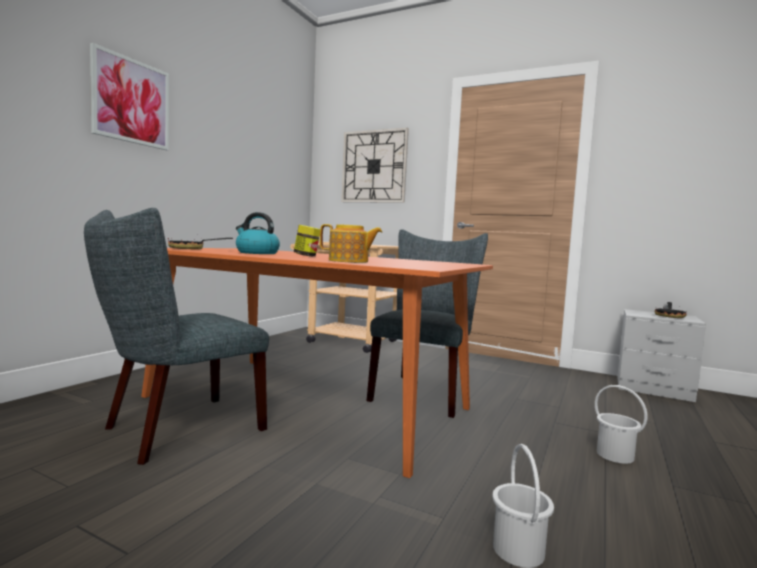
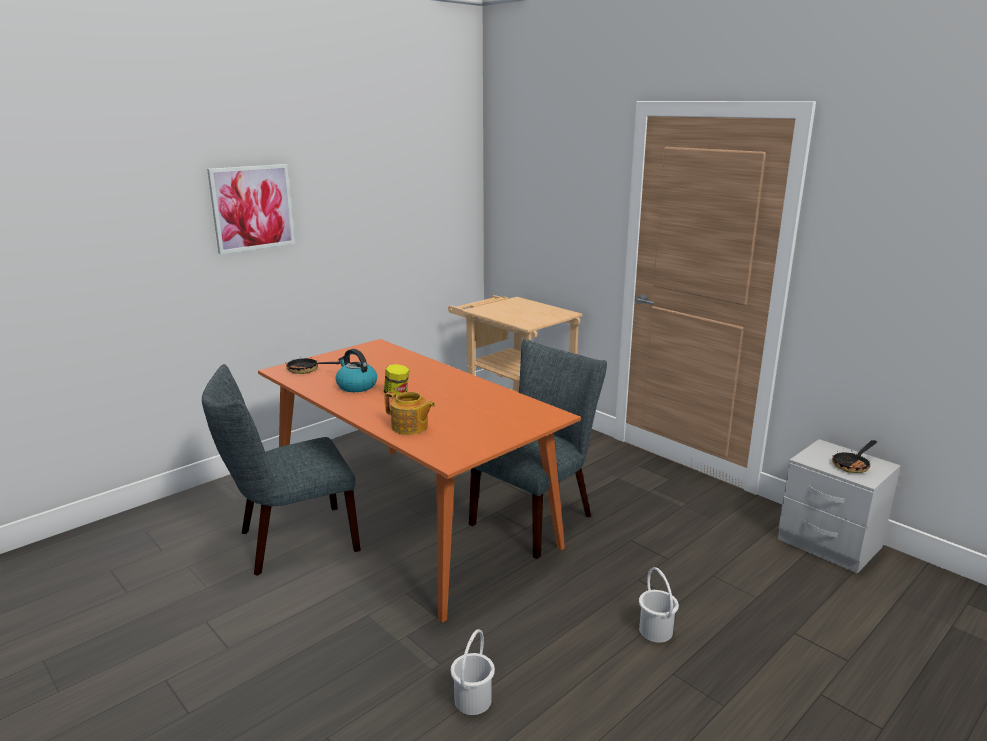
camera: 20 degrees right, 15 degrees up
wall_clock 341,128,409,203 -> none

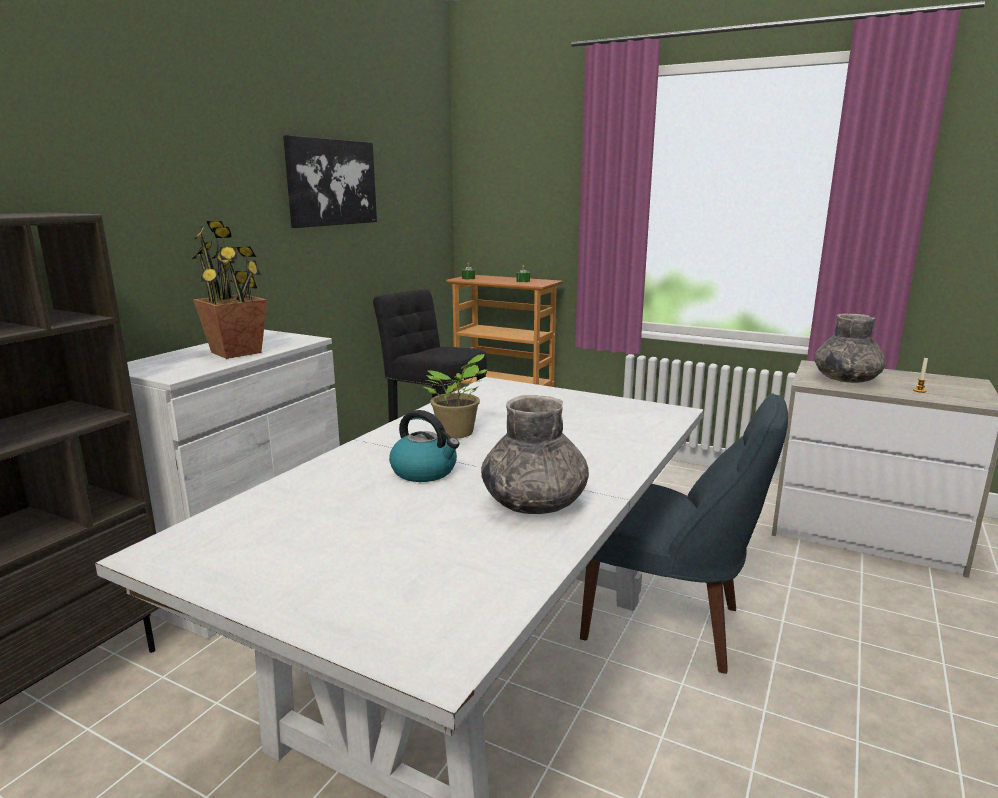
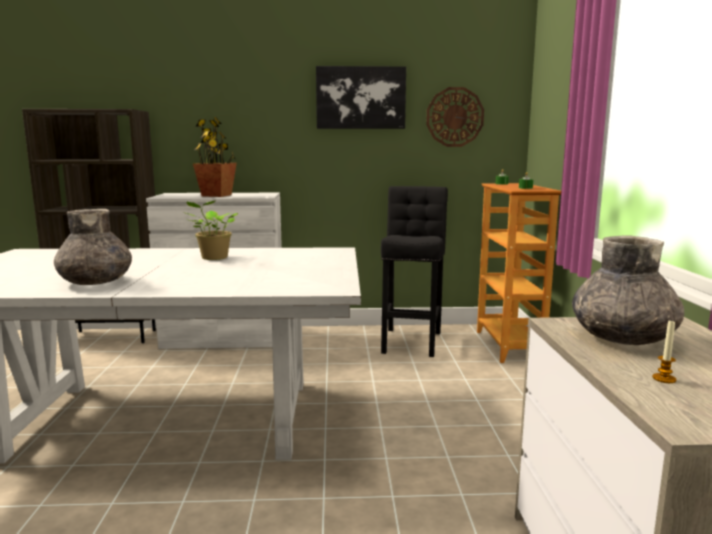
camera: 60 degrees right, 5 degrees down
kettle 389,410,459,482 -> none
blue_chair 580,393,788,674 -> none
none -> wall_clock 426,87,484,147

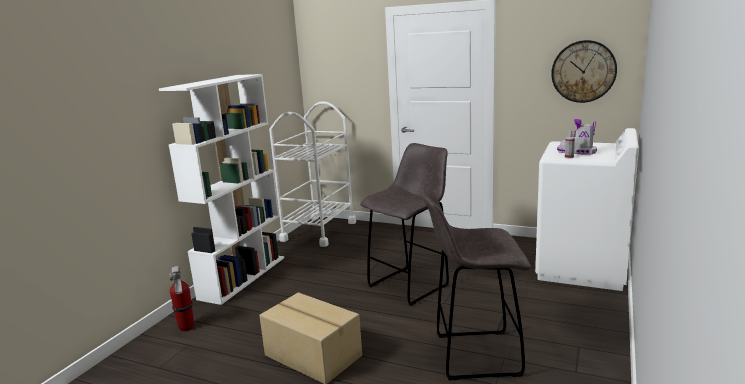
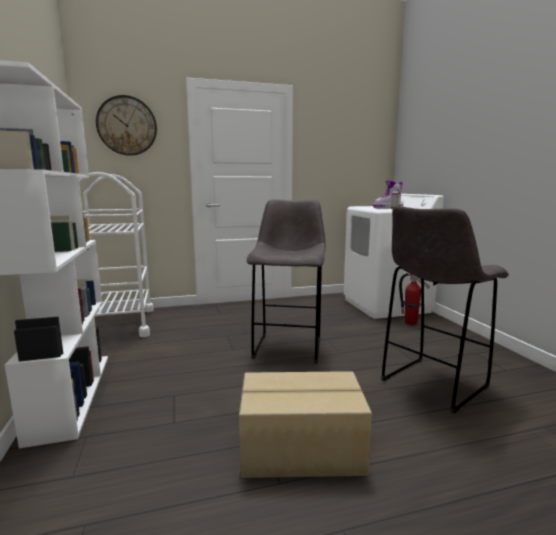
camera: 40 degrees left, 5 degrees down
fire_extinguisher 169,266,194,331 -> fire_extinguisher 399,273,430,325, shifted
wall_clock 551,40,617,103 -> wall_clock 96,95,157,156, shifted

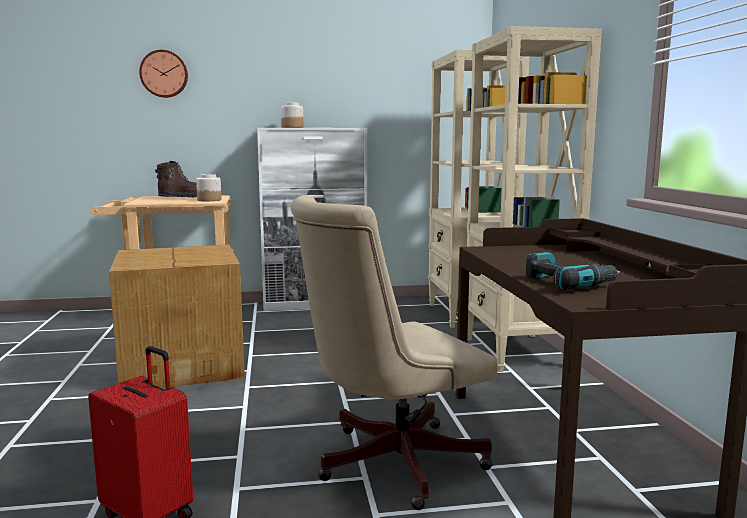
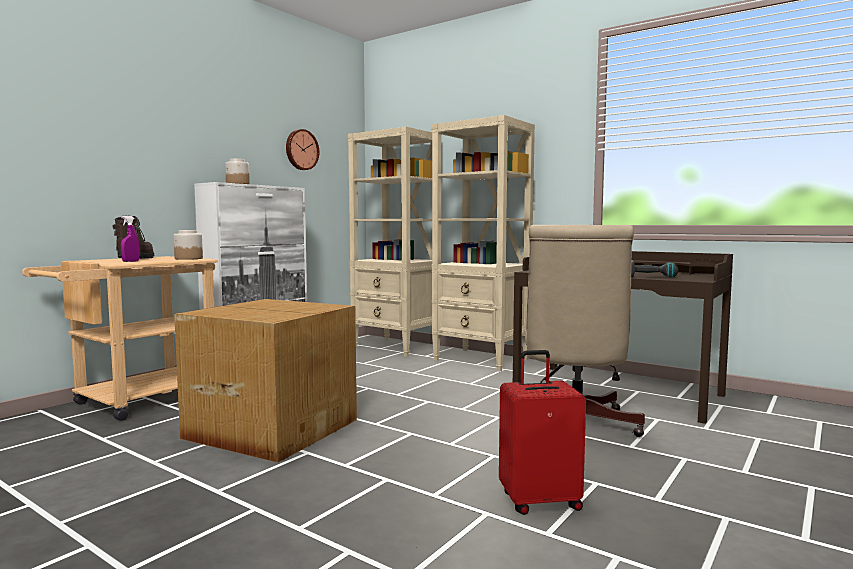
camera: 45 degrees left, 5 degrees down
wall_clock 139,50,188,98 -> wall_clock 286,129,319,170, shifted
none -> purple_spray_bottle 121,216,139,262

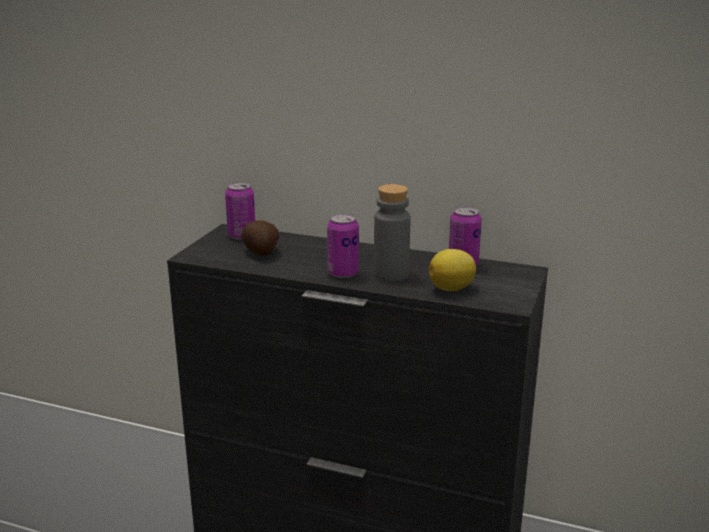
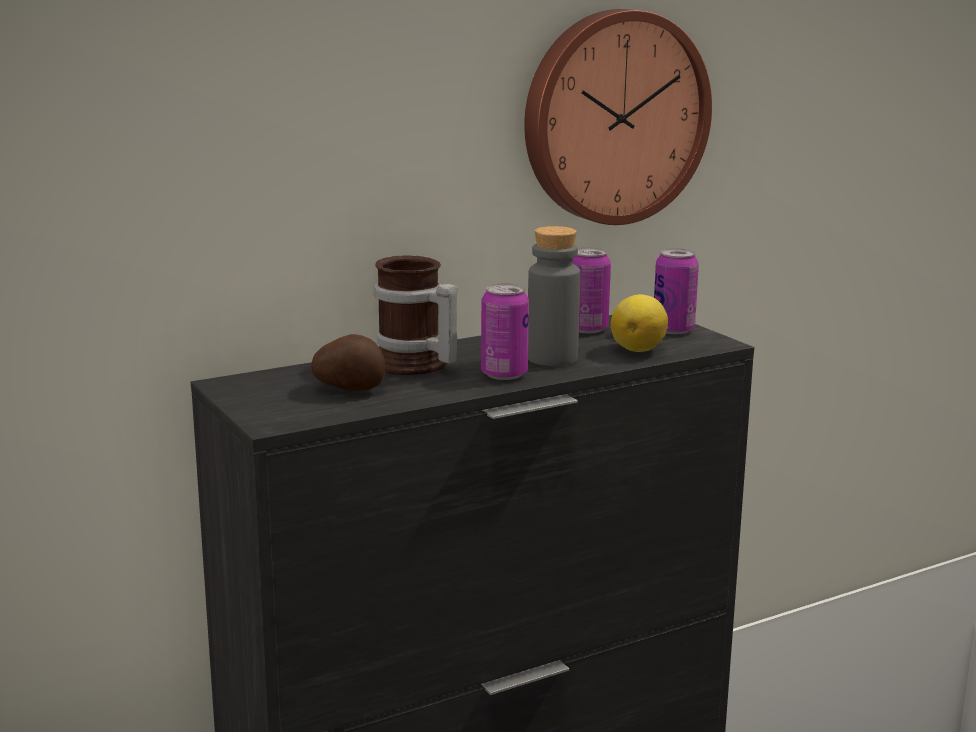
camera: 50 degrees left, 5 degrees down
can 225,182,255,240 -> can 654,248,699,334, shifted
none -> mug 373,256,458,375
none -> wall_clock 524,9,712,225

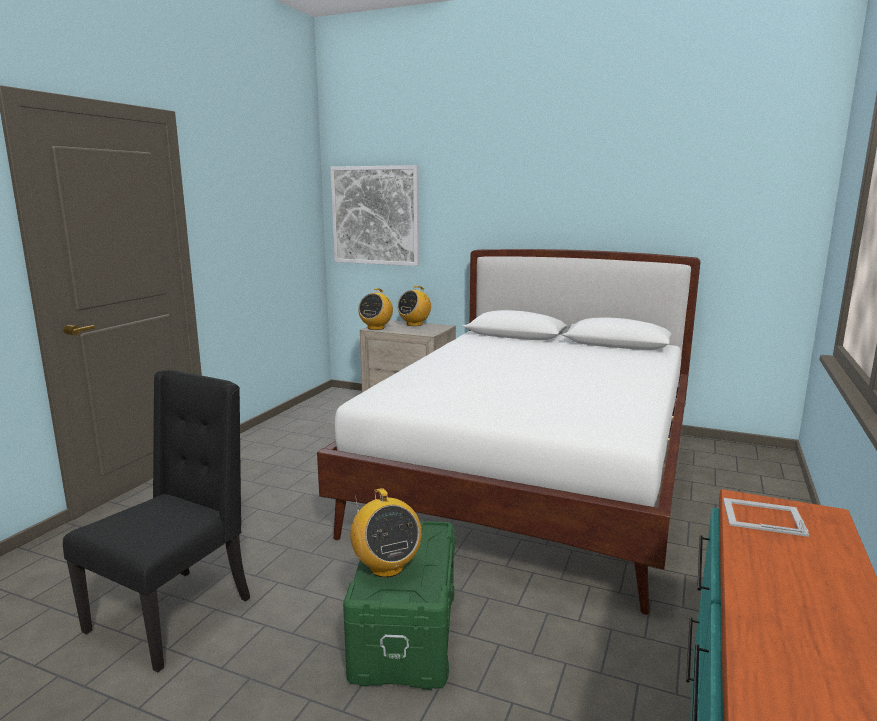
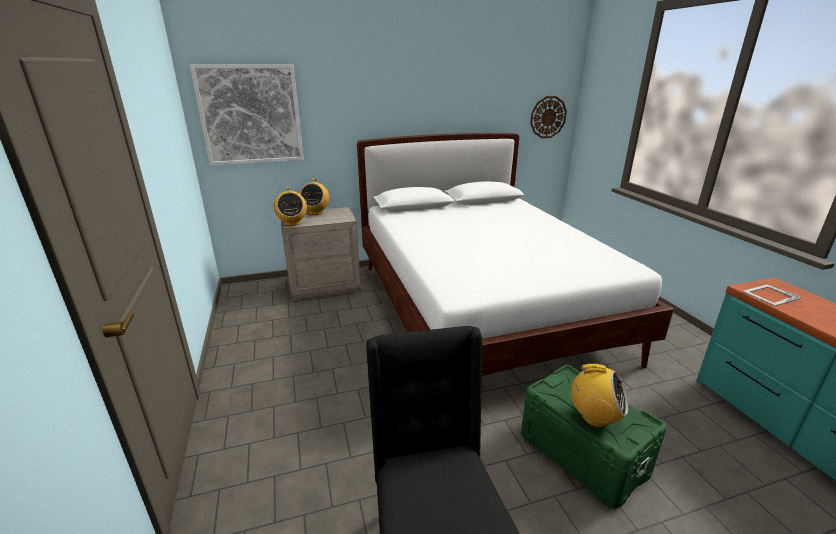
camera: 40 degrees left, 10 degrees up
none -> wall_clock 530,96,567,138

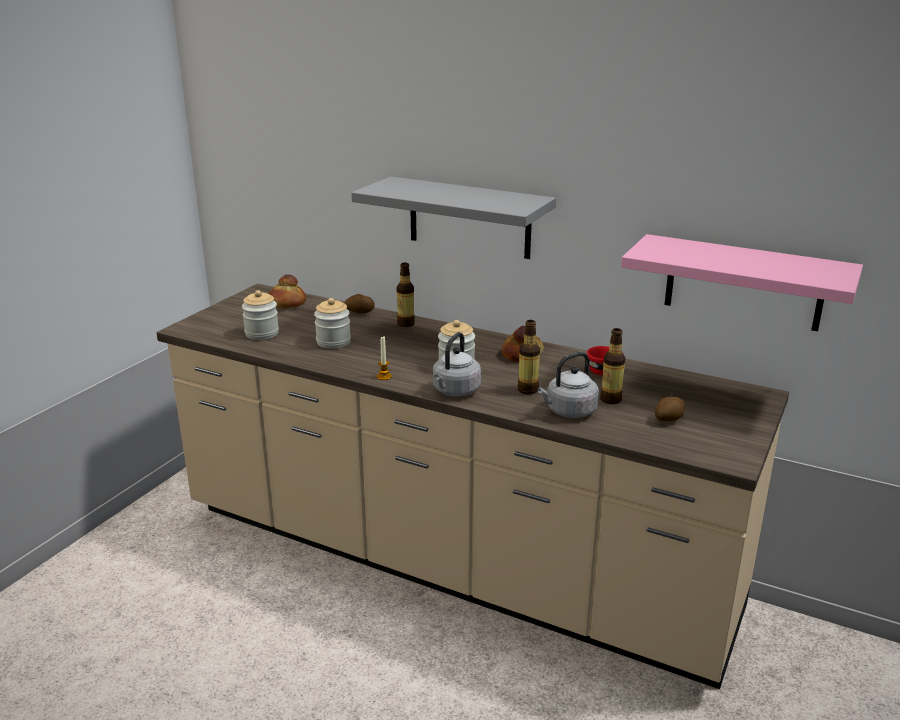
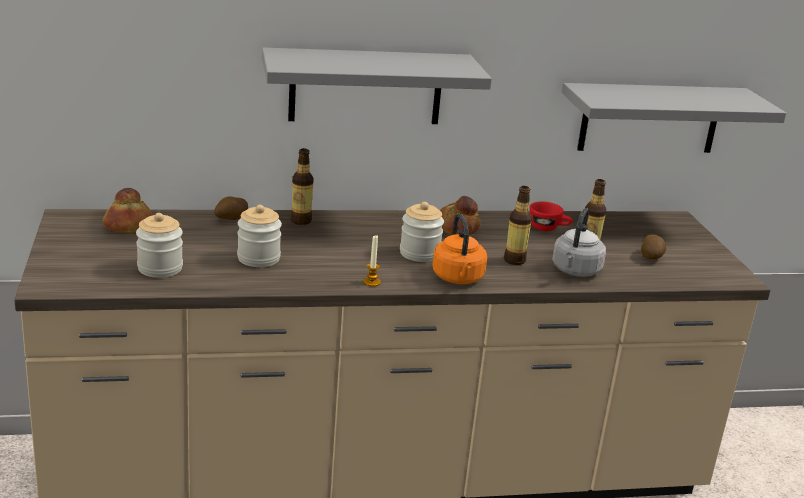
camera: 40 degrees left, 0 degrees up
grey_kettle 433,332,481,396 -> orange_kettle 432,213,487,284
pink_shelf 621,234,863,331 -> grey_shelf 562,83,786,153

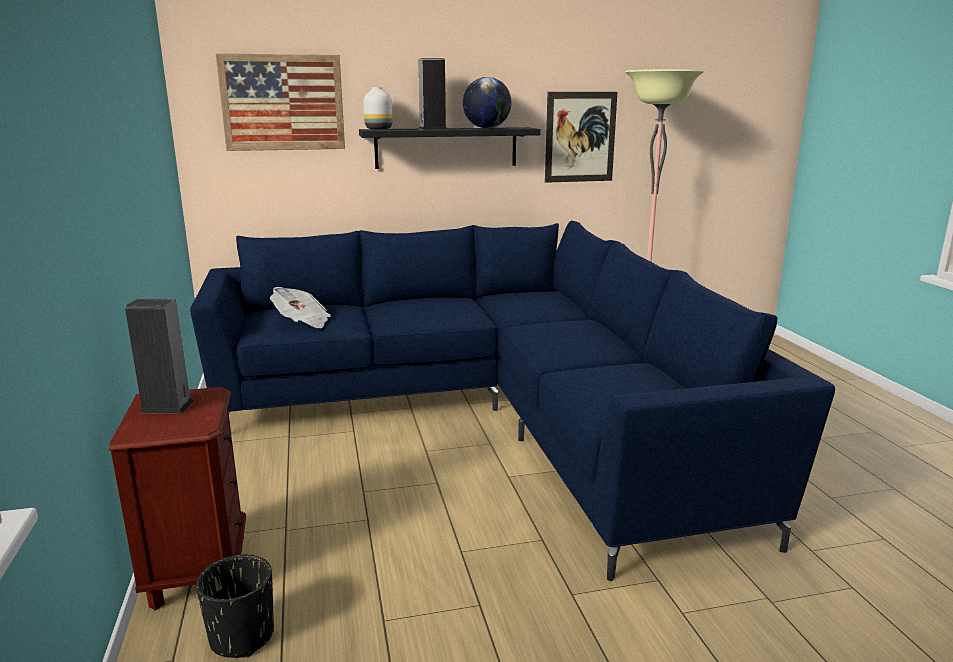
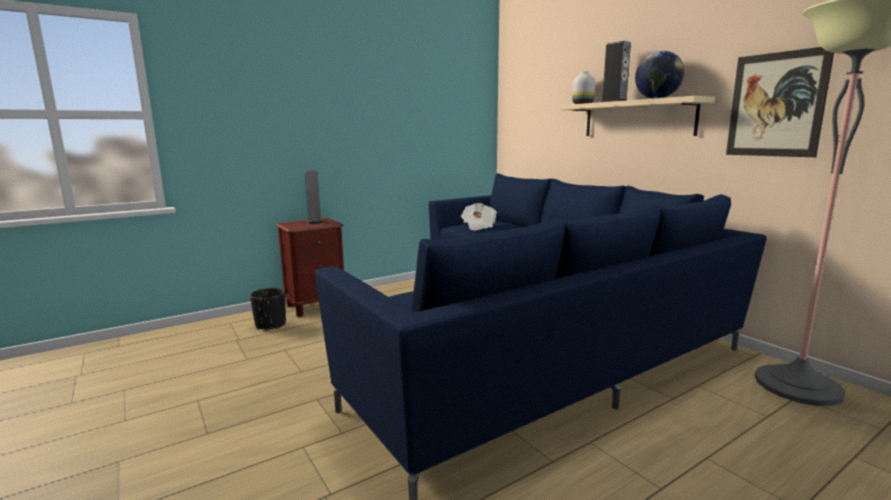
camera: 70 degrees right, 5 degrees down
picture 215,53,345,151 -> none
black_shelf 359,127,541,169 -> beige_shelf 560,96,715,136

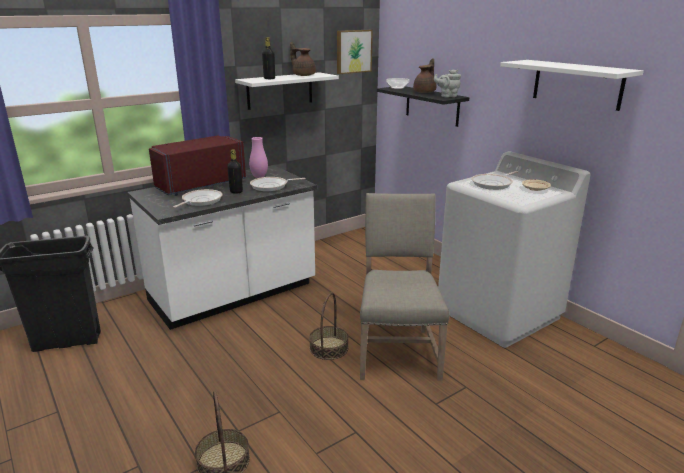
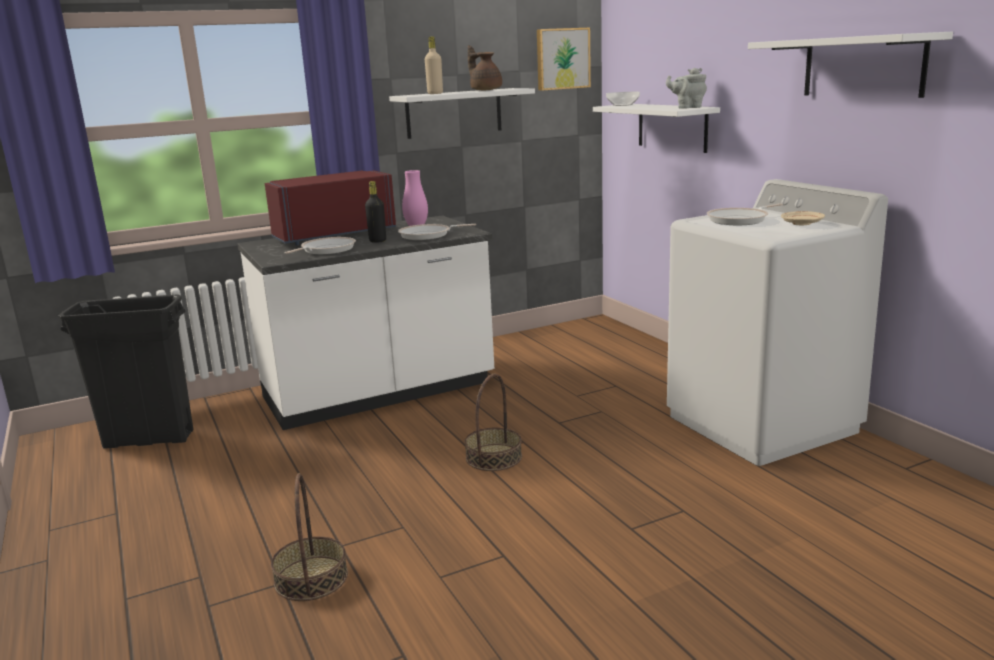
camera: 10 degrees right, 5 degrees down
black_bottle 262,37,275,79 -> beige_bottle 425,36,443,94
beige_chair 360,193,450,381 -> none
black_shelf 377,87,469,127 -> white_shelf 593,104,720,153
brown_teapot 413,58,436,93 -> none

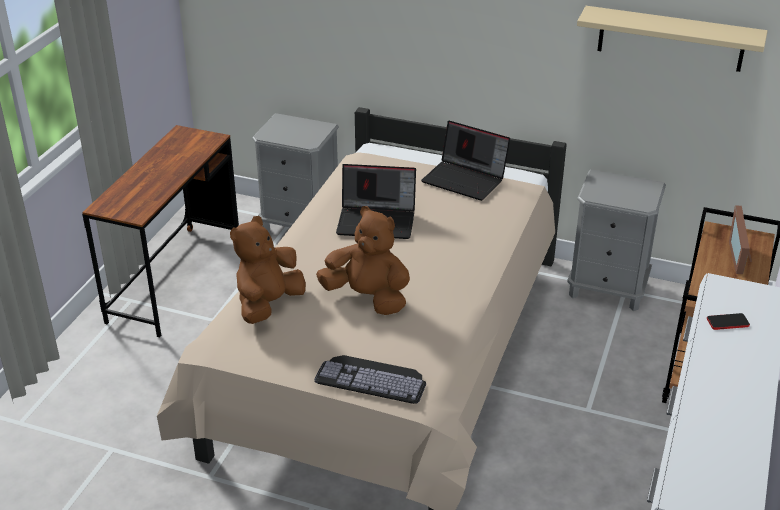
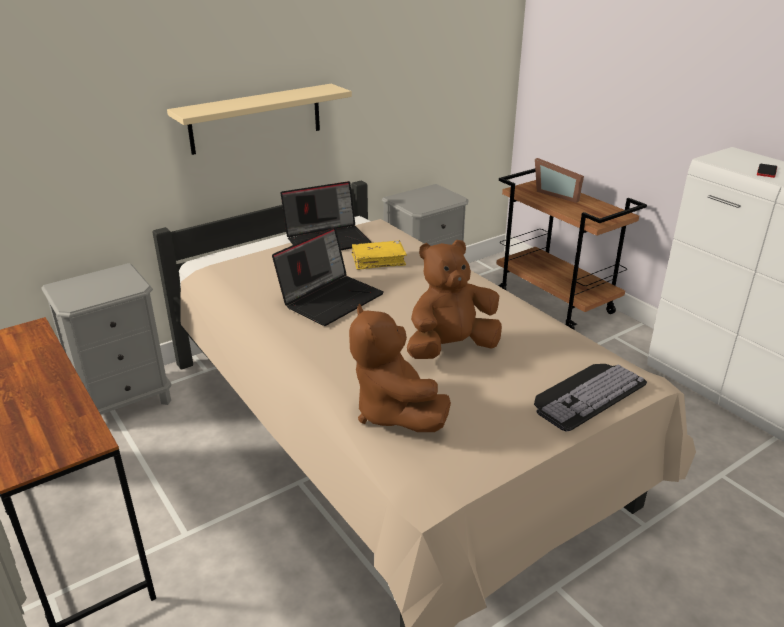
camera: 55 degrees left, 5 degrees down
beige_shelf 577,6,768,72 -> beige_shelf 167,84,352,155, shifted
none -> yellow_book 352,240,407,270

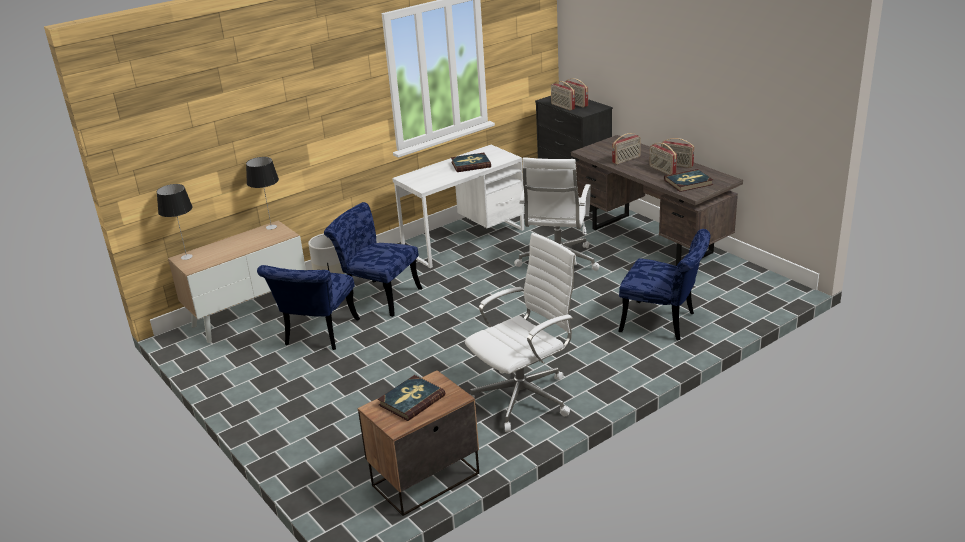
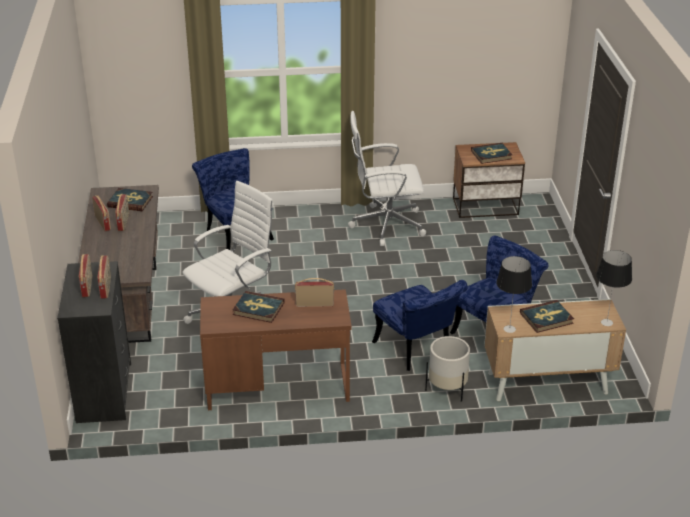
camera: 150 degrees left, 5 degrees up
white_desk 392,145,524,268 -> brown_desk 200,289,352,410
radio 612,133,641,164 -> radio 295,278,334,307, shifted
none -> book 520,300,574,333

